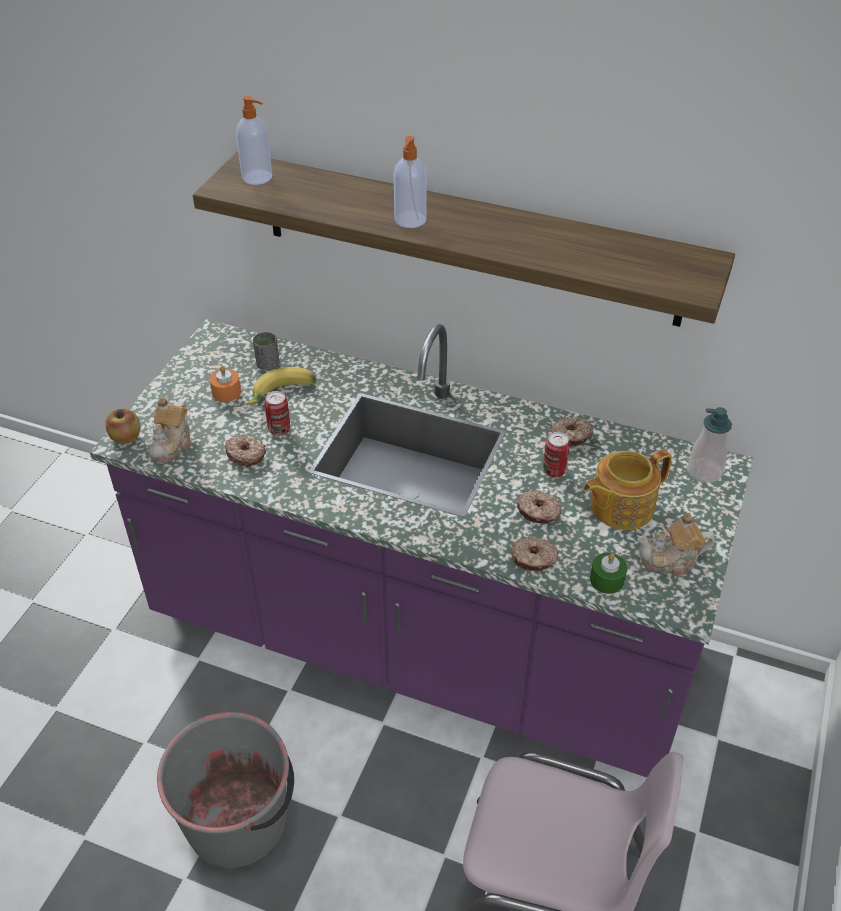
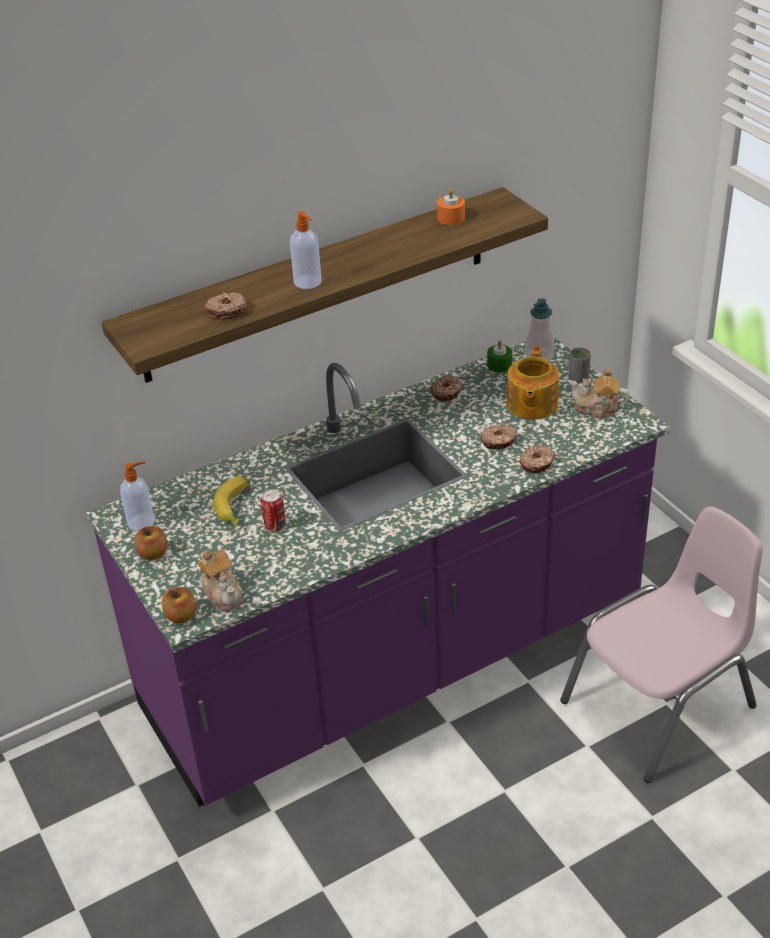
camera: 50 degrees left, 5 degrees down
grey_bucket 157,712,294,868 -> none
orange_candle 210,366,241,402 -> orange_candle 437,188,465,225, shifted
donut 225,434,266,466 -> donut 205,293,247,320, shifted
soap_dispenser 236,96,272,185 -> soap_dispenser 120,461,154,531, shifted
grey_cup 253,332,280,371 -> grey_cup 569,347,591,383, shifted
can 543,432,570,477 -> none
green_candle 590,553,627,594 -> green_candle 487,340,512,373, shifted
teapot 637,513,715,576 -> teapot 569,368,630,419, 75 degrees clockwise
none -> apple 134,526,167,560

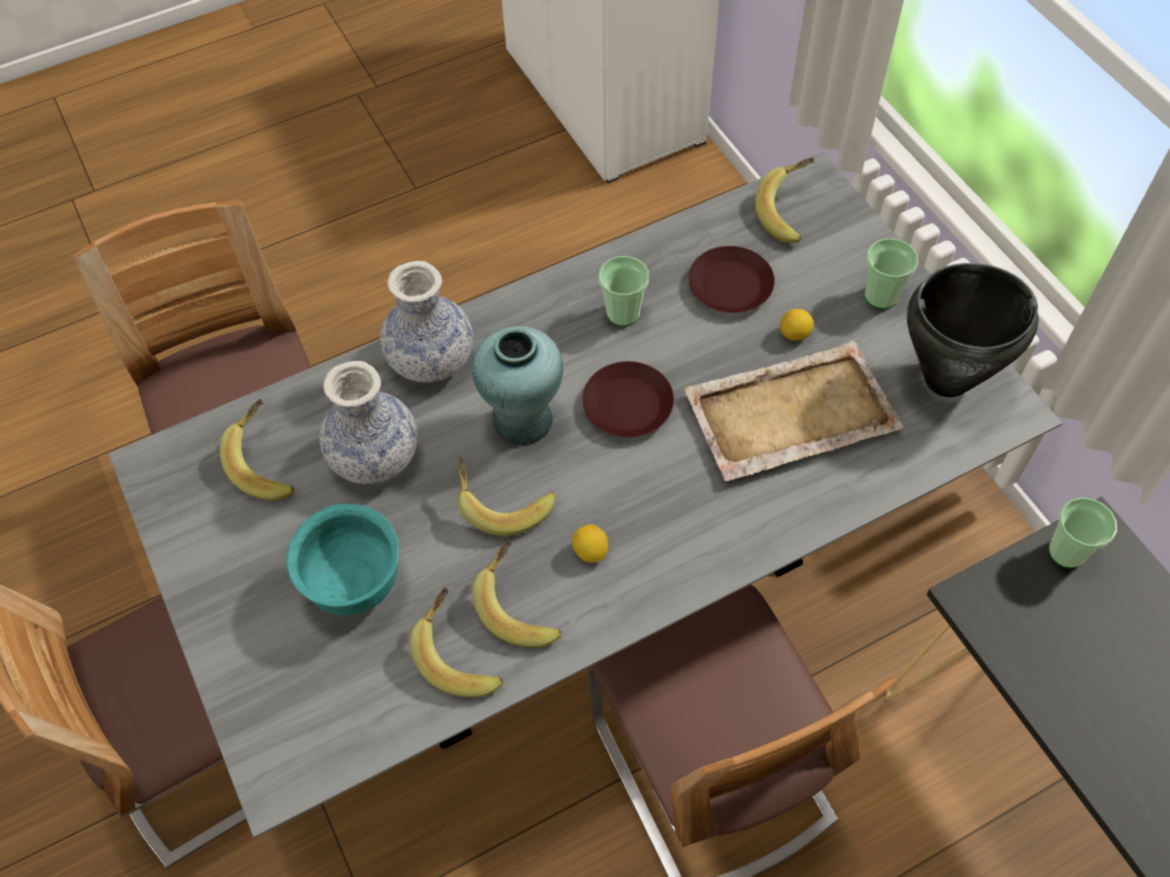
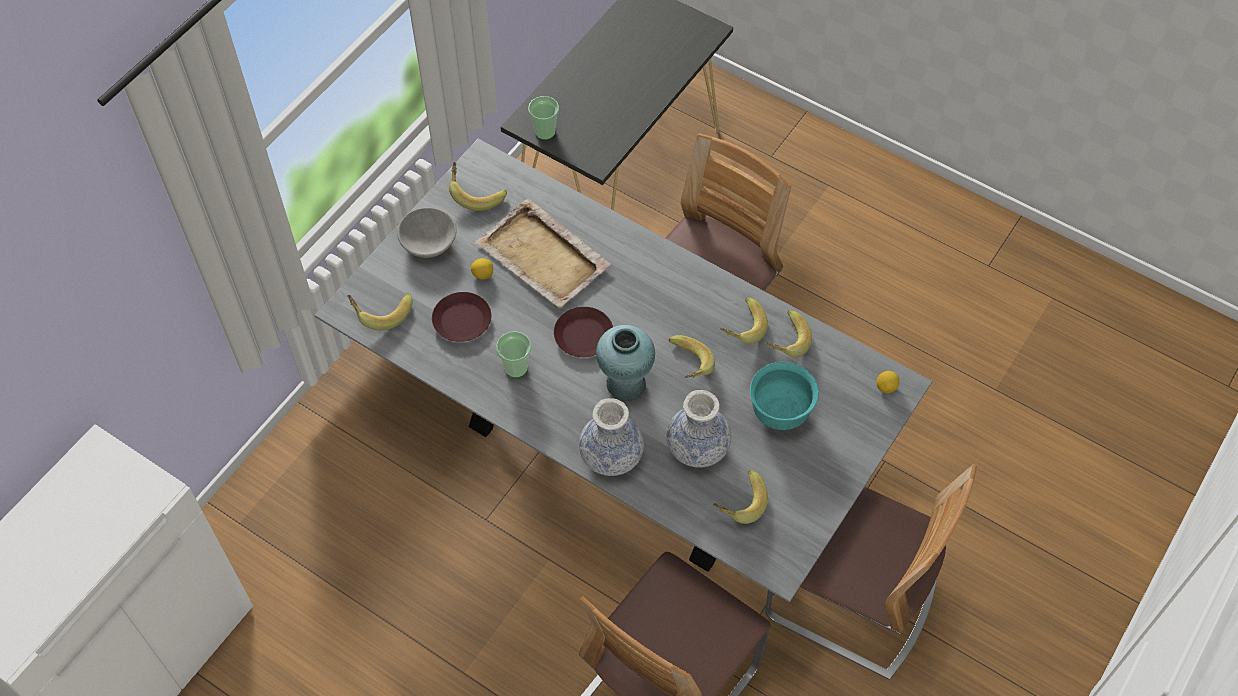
camera: 120 degrees left, 0 degrees up
lemon 572,524,608,563 -> lemon 877,371,899,393, shifted
cup 865,238,918,309 -> grey_bowl 397,208,457,258
black_cooking_pot 907,263,1038,397 -> banana 449,162,507,211

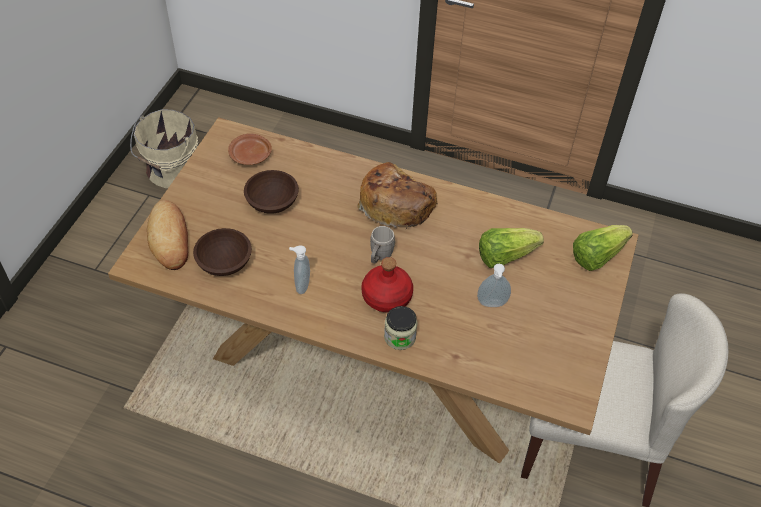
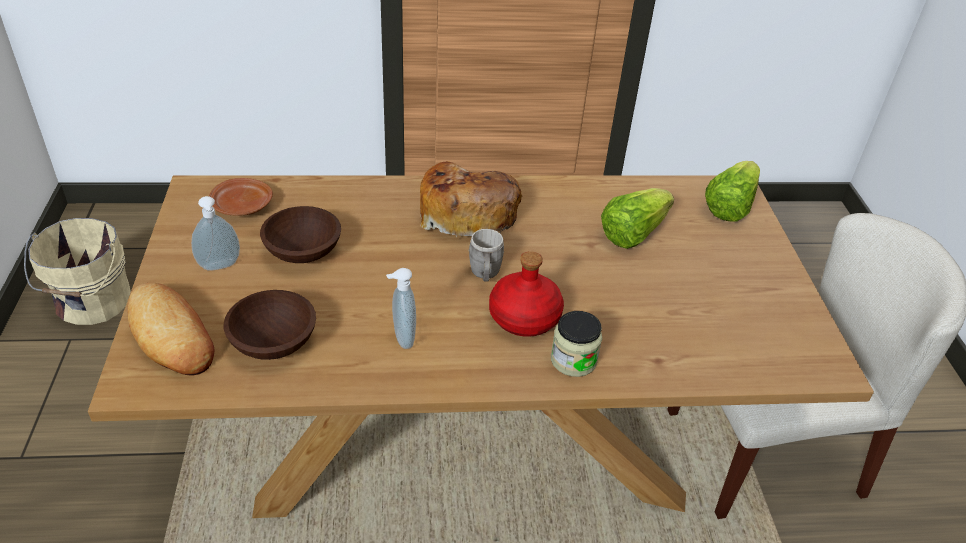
camera: 25 degrees left, 10 degrees down
soap_dispenser 477,264,511,307 -> soap_dispenser 191,196,240,271, shifted

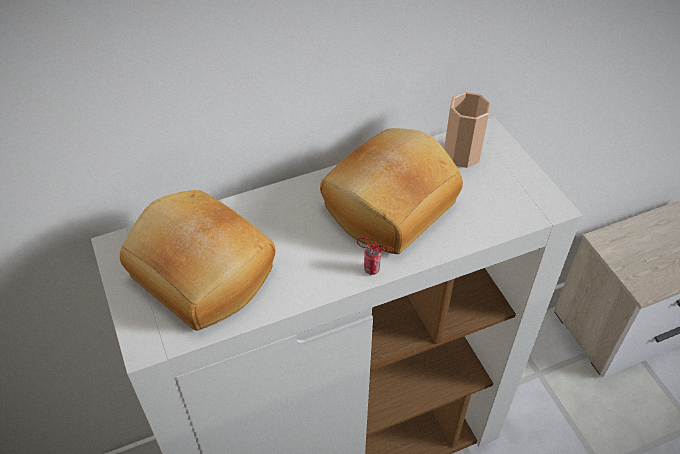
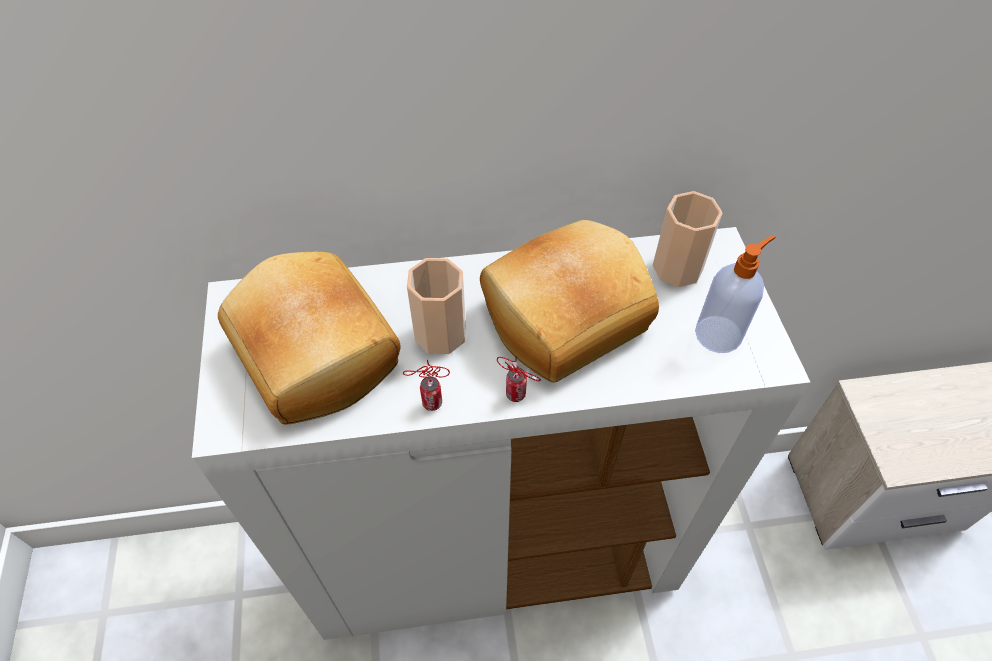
camera: 15 degrees right, 5 degrees up
none -> can 403,360,450,411
none -> cup 407,258,466,354
none -> soap_dispenser 695,235,776,353

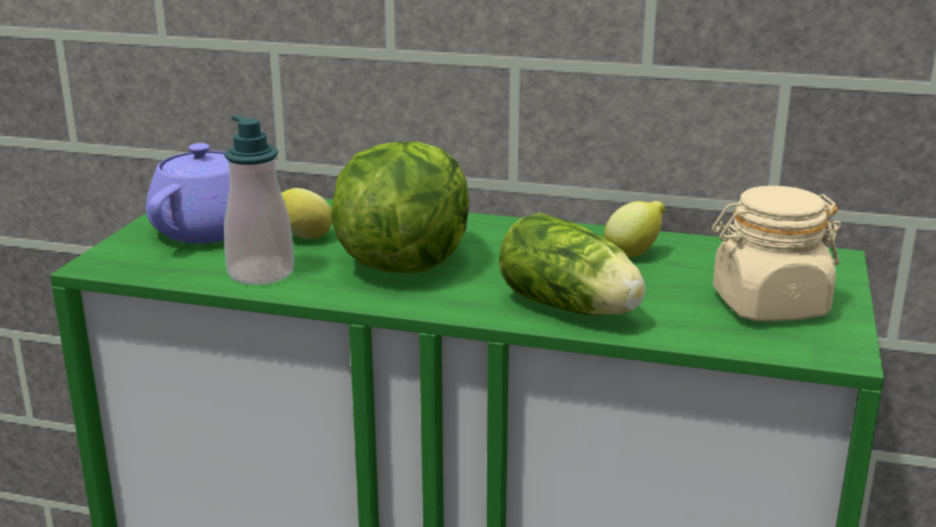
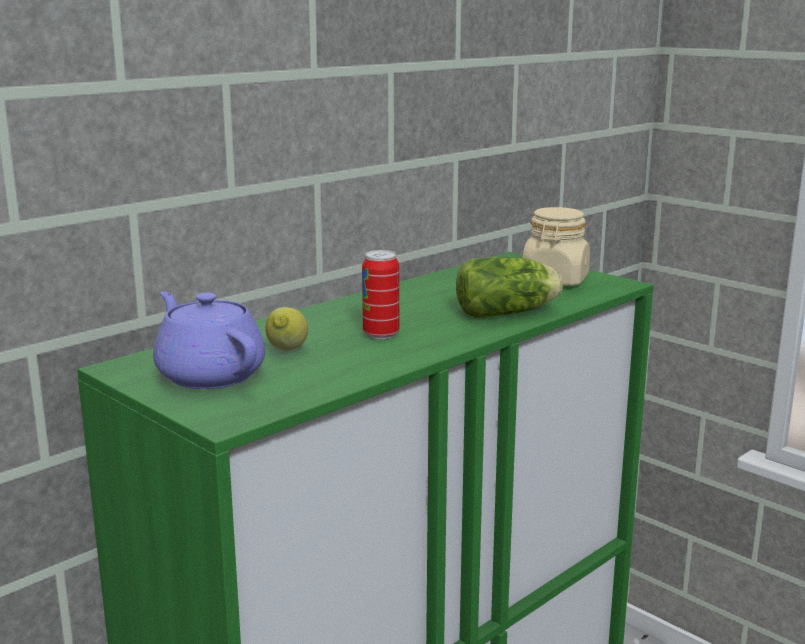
camera: 60 degrees left, 5 degrees down
soap_dispenser 224,115,294,285 -> none
lettuce 330,141,469,273 -> can 362,250,399,339
lemon 604,201,665,258 -> none

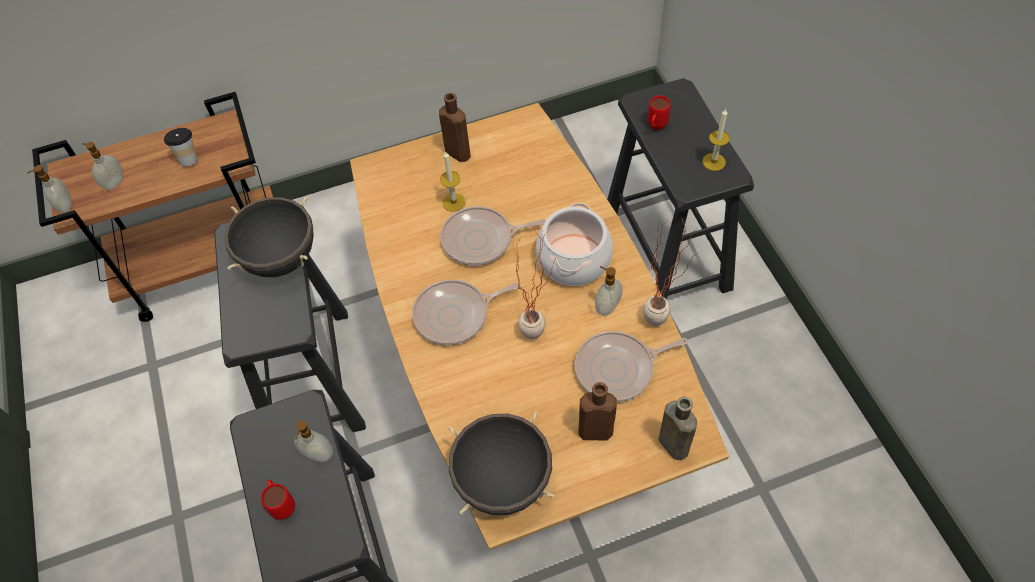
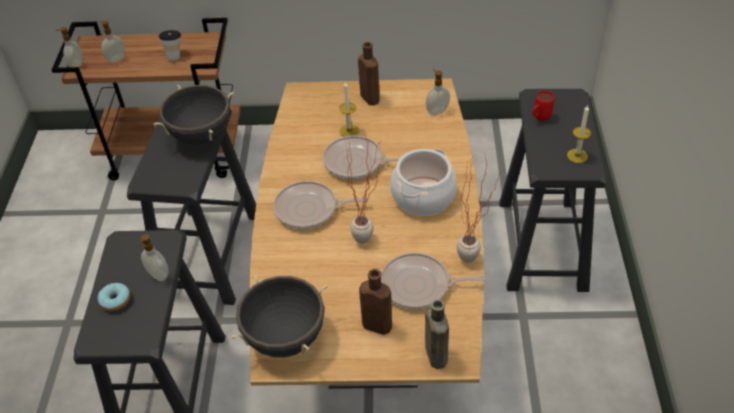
camera: 20 degrees right, 10 degrees down
red_mug 261,480,295,520 -> donut 97,283,130,312
soap_dispenser 595,266,623,316 -> soap_dispenser 426,69,450,116, shifted

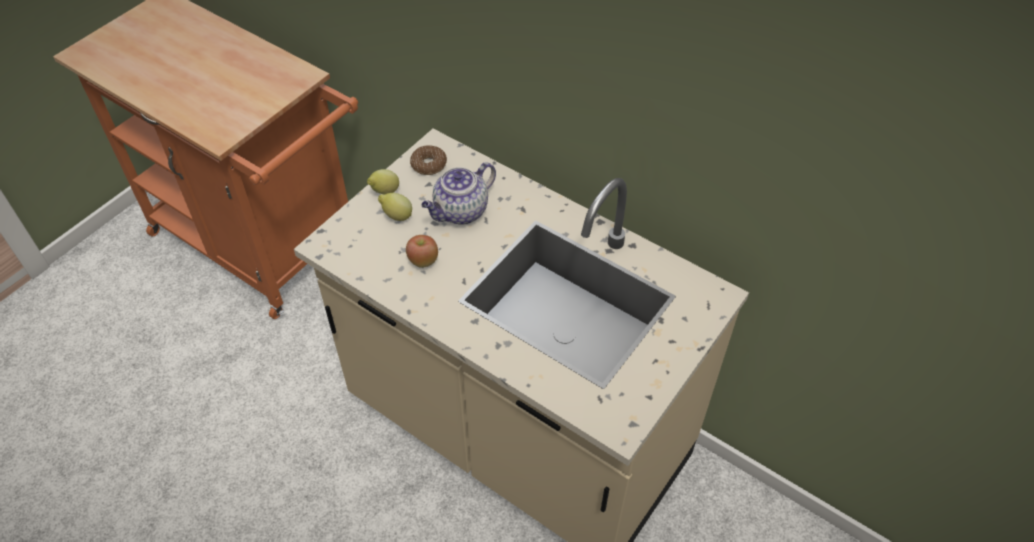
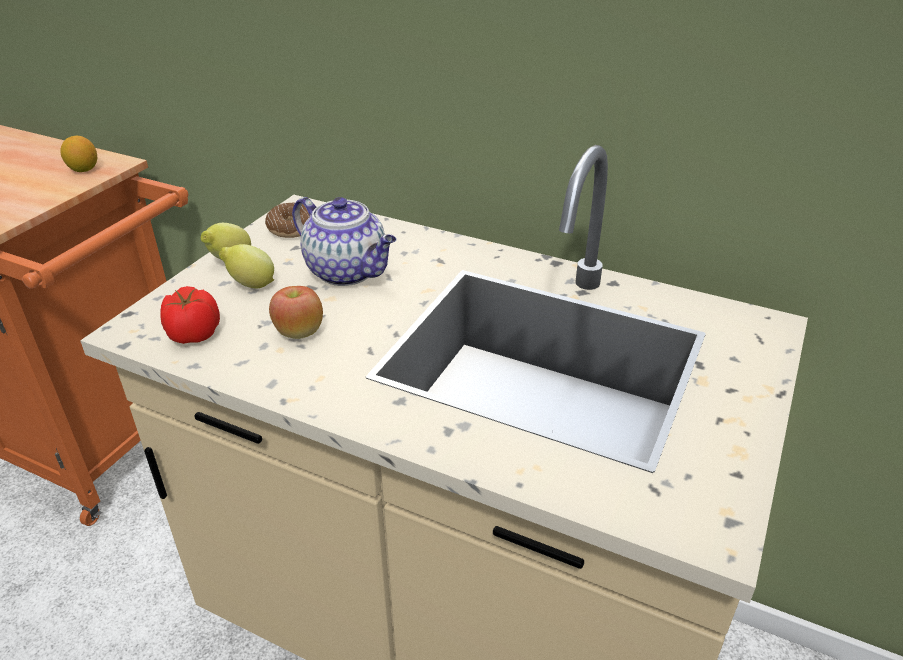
camera: 10 degrees left, 15 degrees down
teapot 421,162,496,225 -> teapot 292,197,396,286, 90 degrees counterclockwise
none -> lemon 60,136,97,172
none -> tomato 160,286,220,344

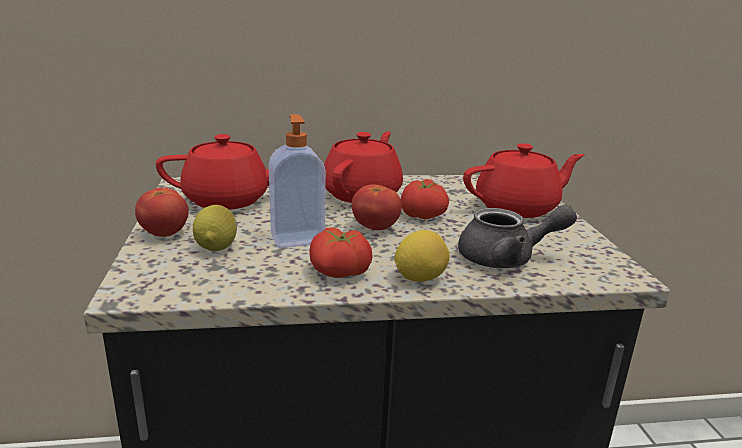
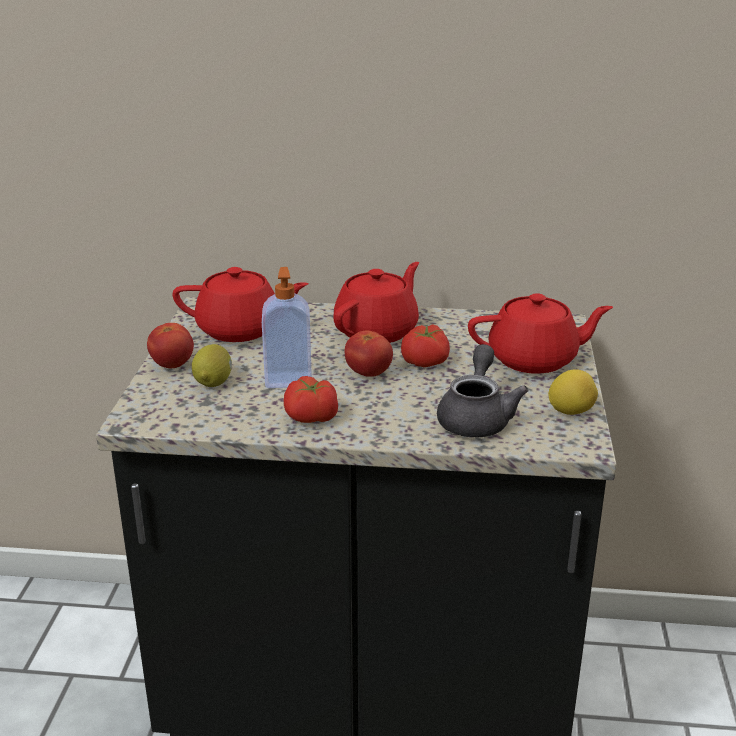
camera: 15 degrees right, 5 degrees up
lemon 394,230,450,282 -> lemon 548,369,598,415, shifted
grey_teapot 458,205,577,268 -> grey_teapot 437,344,529,437, 90 degrees counterclockwise

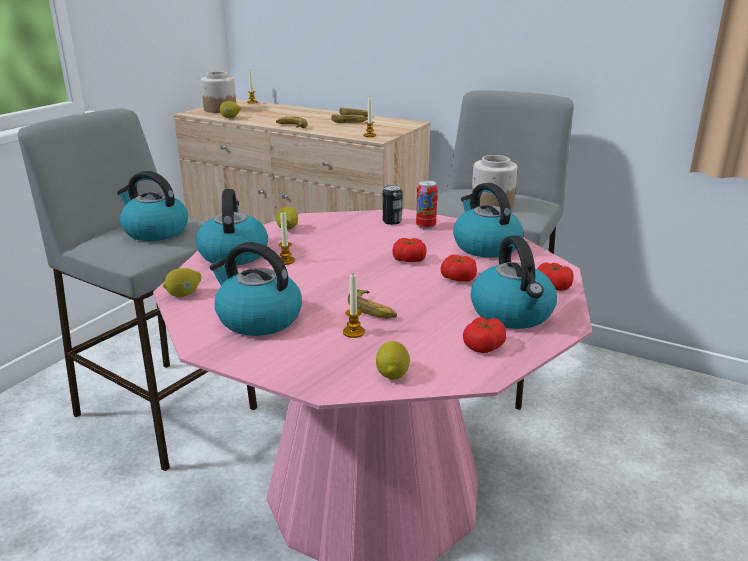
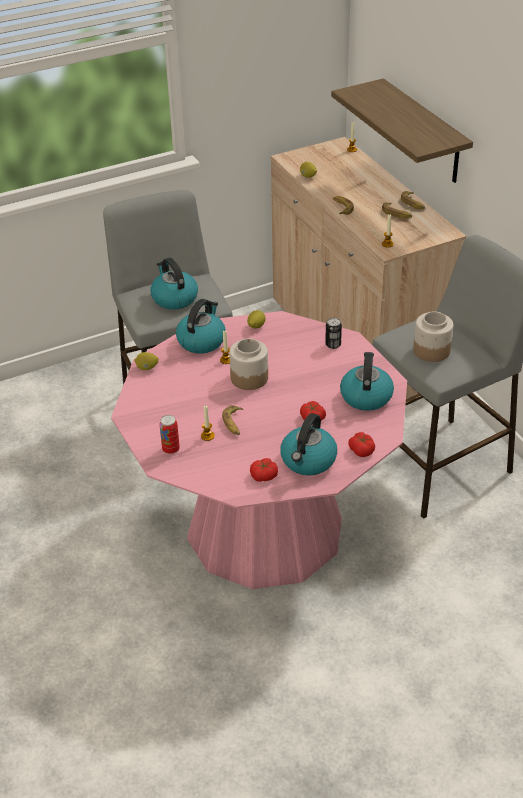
camera: 35 degrees right, 15 degrees up
jar 201,72,236,113 -> jar 229,338,268,390, shifted
kettle 210,242,302,336 -> none
lemon 376,341,410,380 -> none
tomato 392,238,427,262 -> none
can 416,180,438,229 -> can 160,415,180,454, shifted
none -> shelf 331,78,473,183

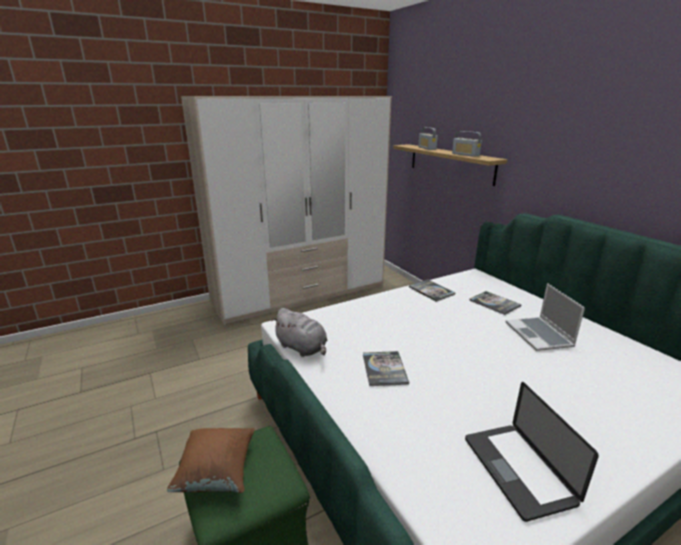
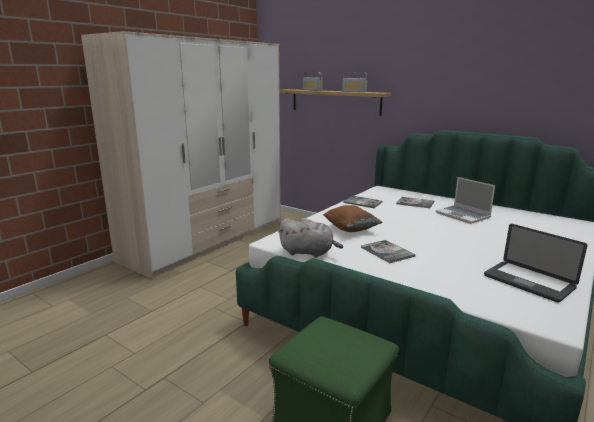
camera: 25 degrees left, 5 degrees down
brown_pillow 167,428,255,493 -> brown_pillow 323,205,382,232, shifted

